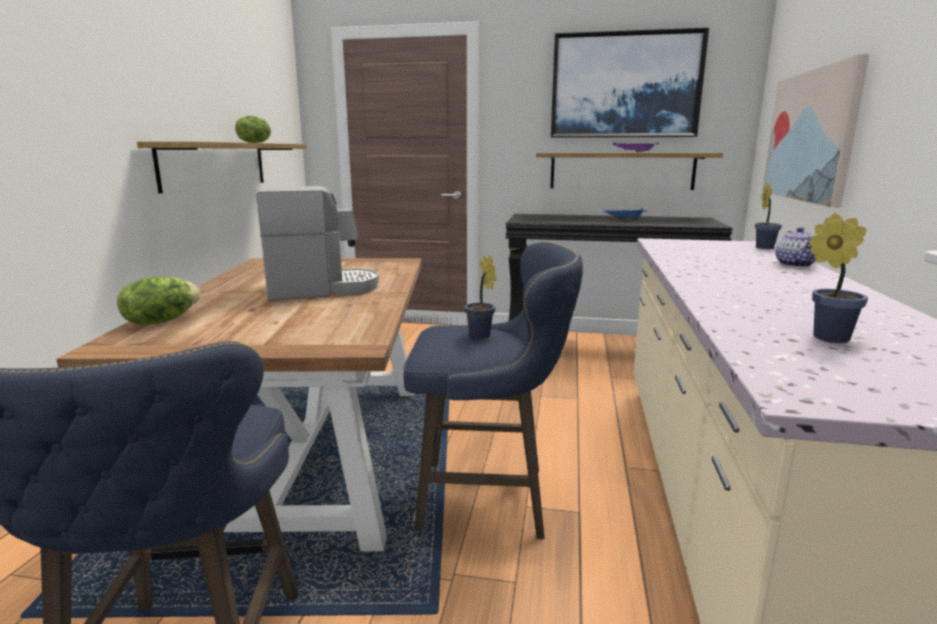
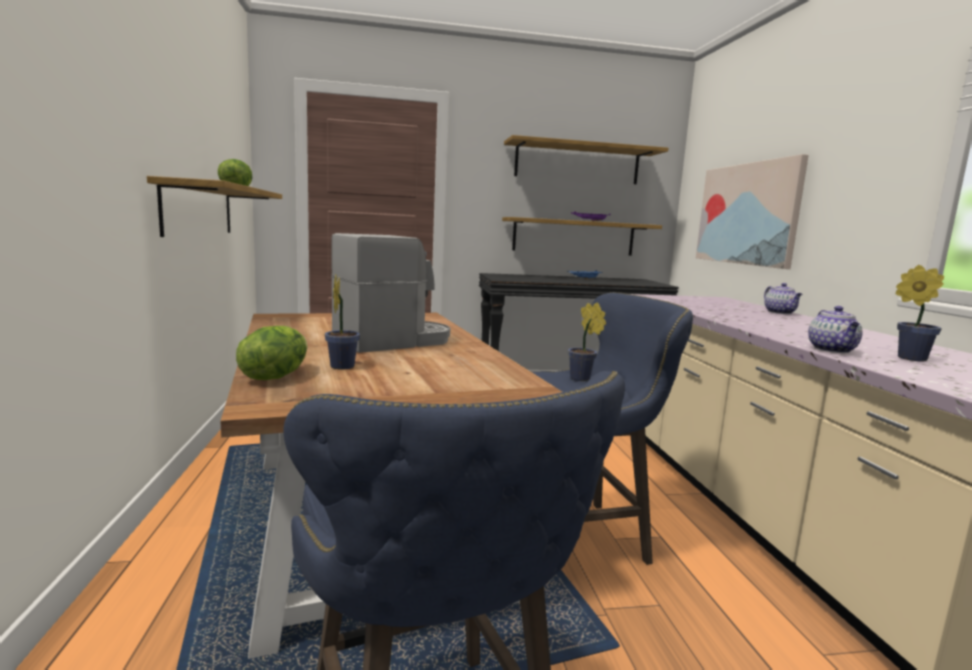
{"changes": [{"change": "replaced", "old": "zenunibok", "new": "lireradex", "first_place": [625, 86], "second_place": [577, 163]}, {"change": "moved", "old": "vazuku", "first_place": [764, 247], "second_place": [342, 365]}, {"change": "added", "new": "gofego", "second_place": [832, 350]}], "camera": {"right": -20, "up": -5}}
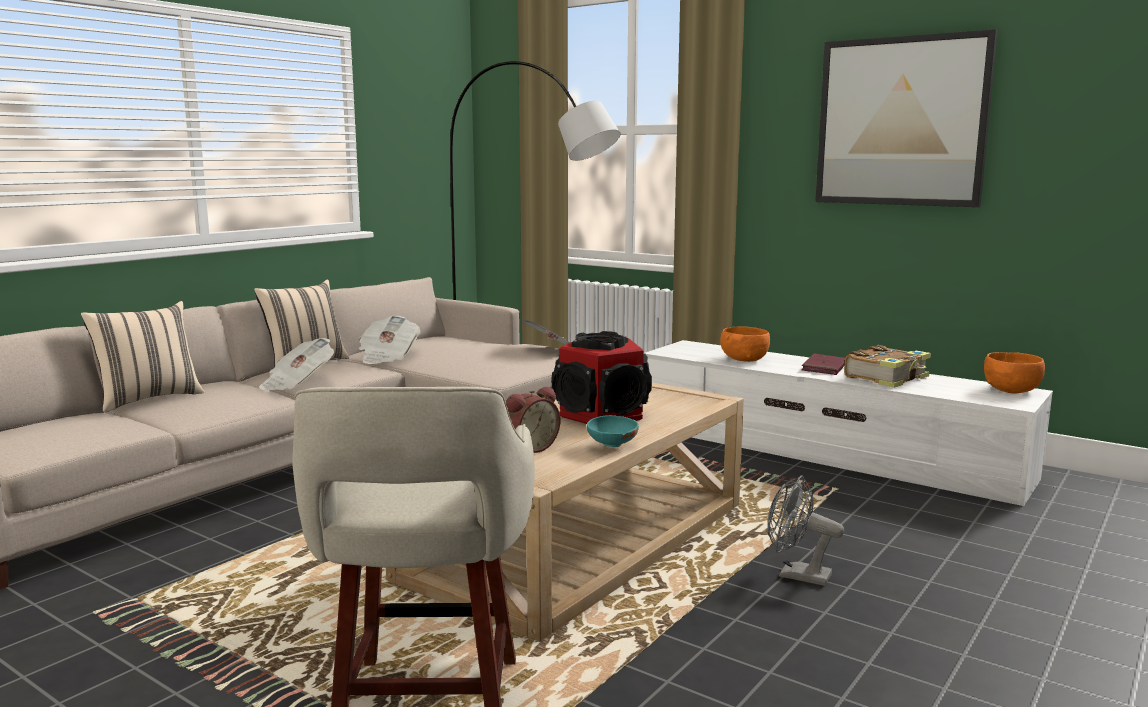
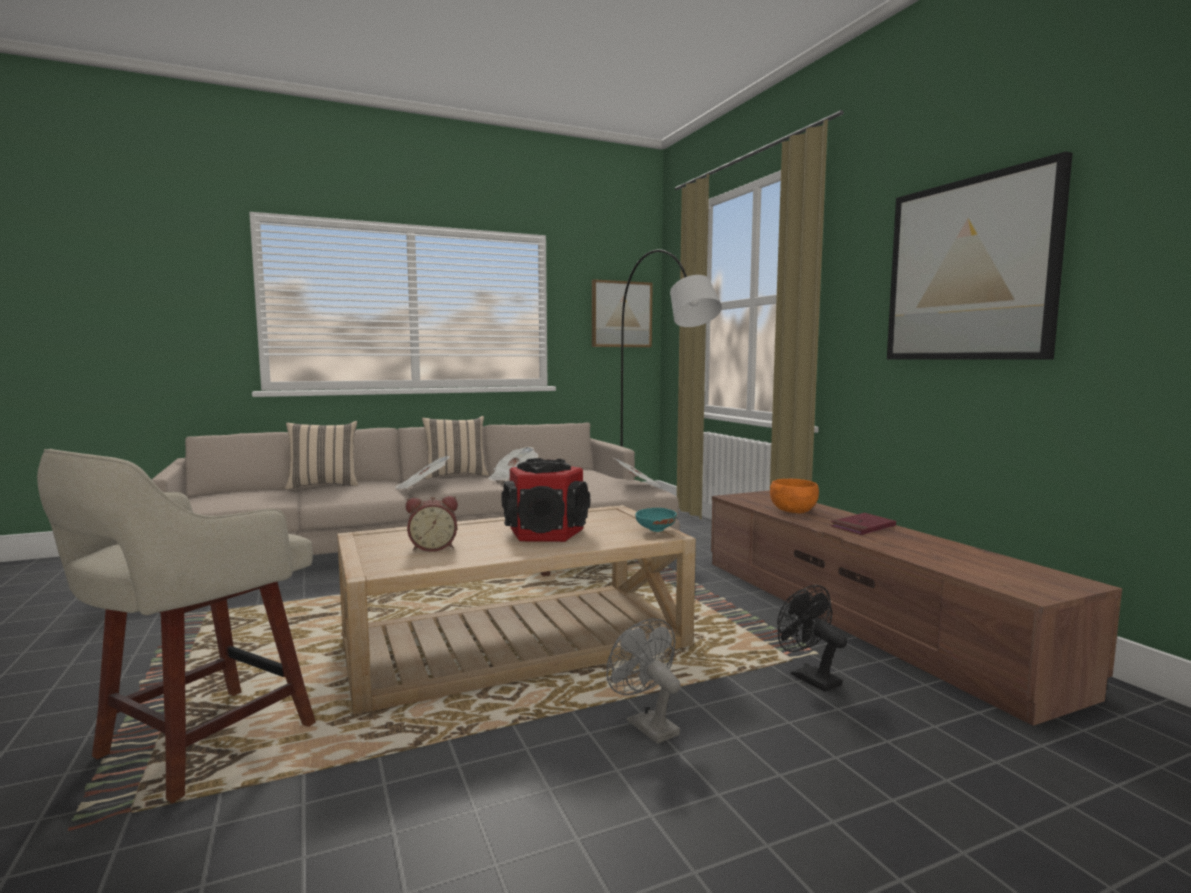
{"changes": [{"change": "moved", "old": "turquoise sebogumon", "first_place": [611, 445], "second_place": [655, 530]}, {"change": "recoloured", "old": "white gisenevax", "new": "brown gisenevax", "first_place": [827, 450], "second_place": [863, 615]}, {"change": "removed", "old": "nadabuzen", "first_place": [887, 378]}, {"change": "removed", "old": "orange sebogumon", "first_place": [1012, 390]}, {"change": "added", "new": "zenunibok", "second_place": [621, 314]}, {"change": "added", "new": "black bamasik", "second_place": [809, 677]}], "camera": {"right": 30, "up": -5}}
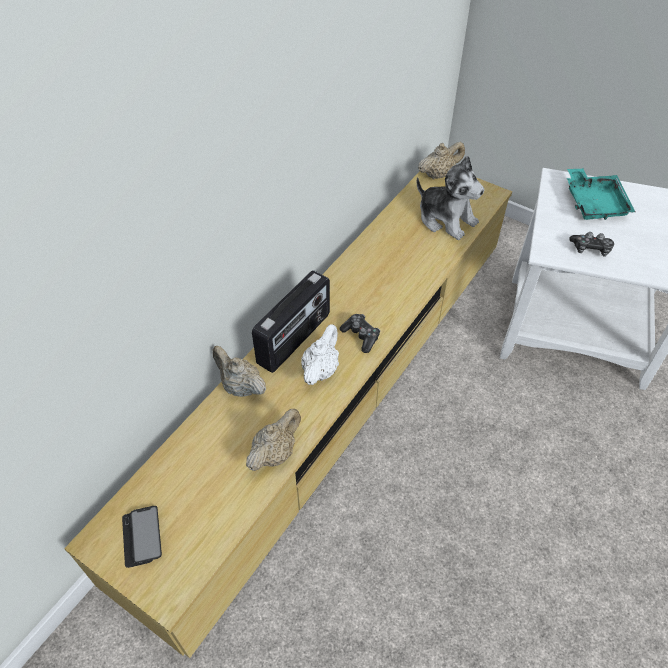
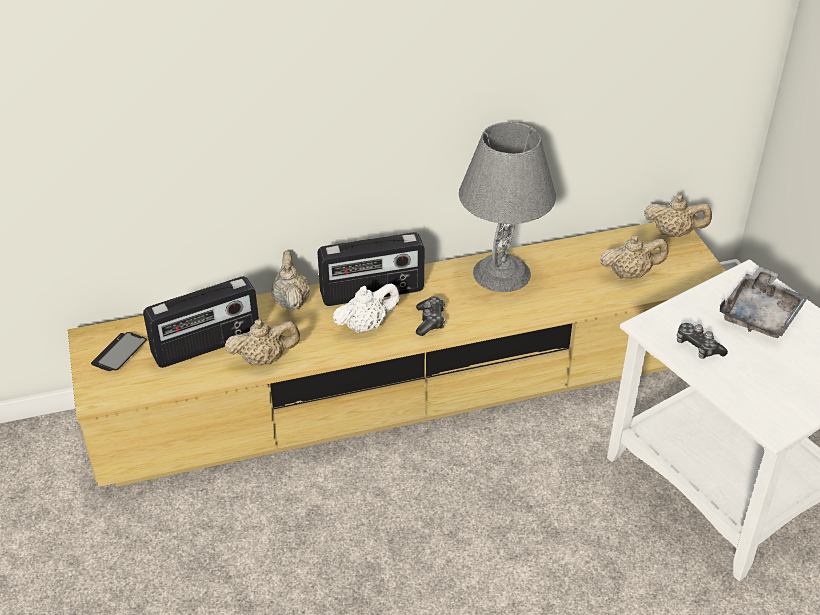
{"changes": [{"change": "replaced", "old": "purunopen", "new": "beige gofego", "first_place": [446, 219], "second_place": [630, 274]}, {"change": "recoloured", "old": "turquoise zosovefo", "new": "grey zosovefo", "first_place": [594, 203], "second_place": [761, 314]}, {"change": "added", "new": "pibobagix", "second_place": [207, 346]}, {"change": "added", "new": "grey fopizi", "second_place": [501, 273]}], "camera": {"right": 40, "up": -10}}
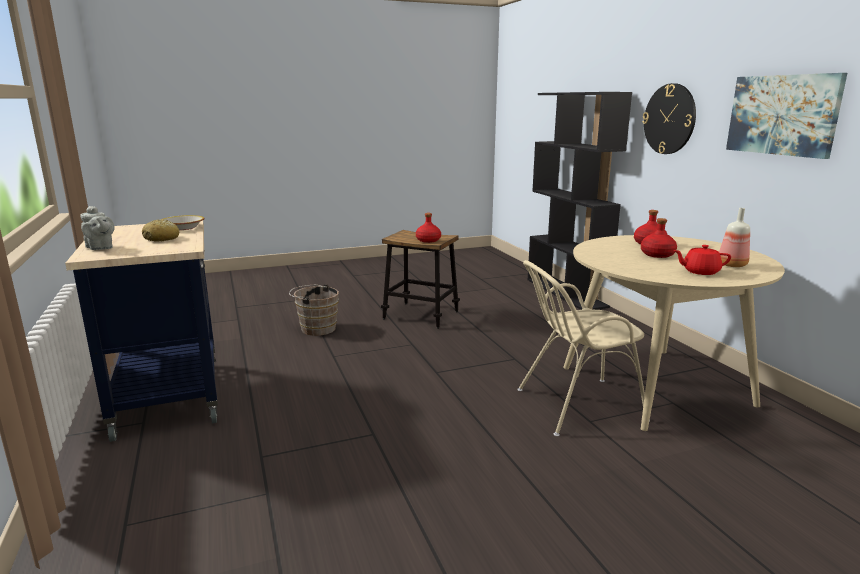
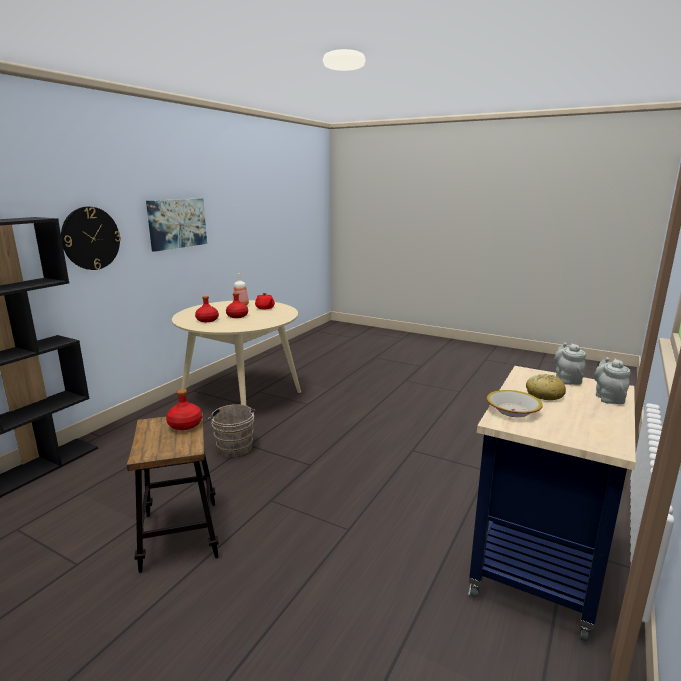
{"changes": [{"change": "moved", "old": "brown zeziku", "first_place": [316, 328], "second_place": [235, 450]}, {"change": "removed", "old": "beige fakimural", "first_place": [575, 405]}, {"change": "added", "new": "grey gofego", "second_place": [567, 379]}], "camera": {"right": -130, "up": 0}}
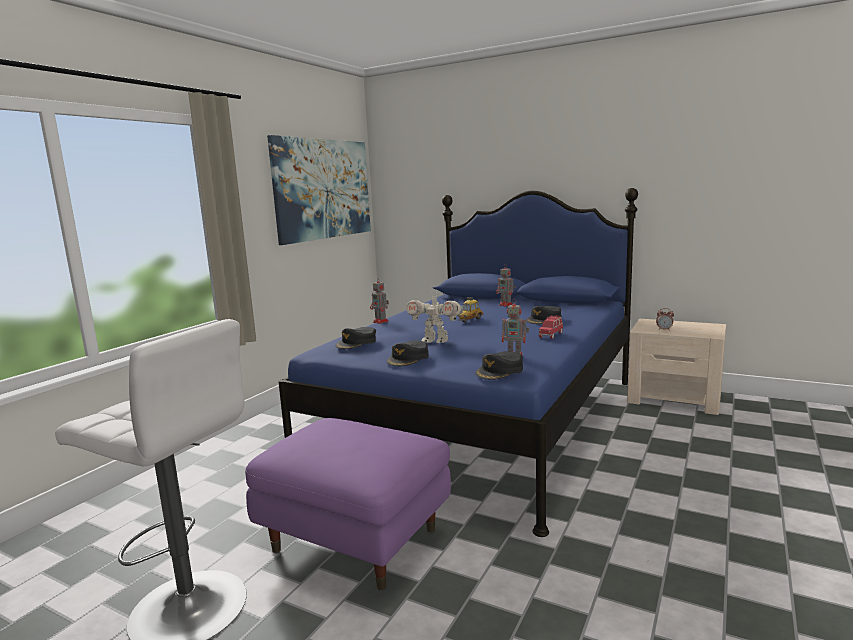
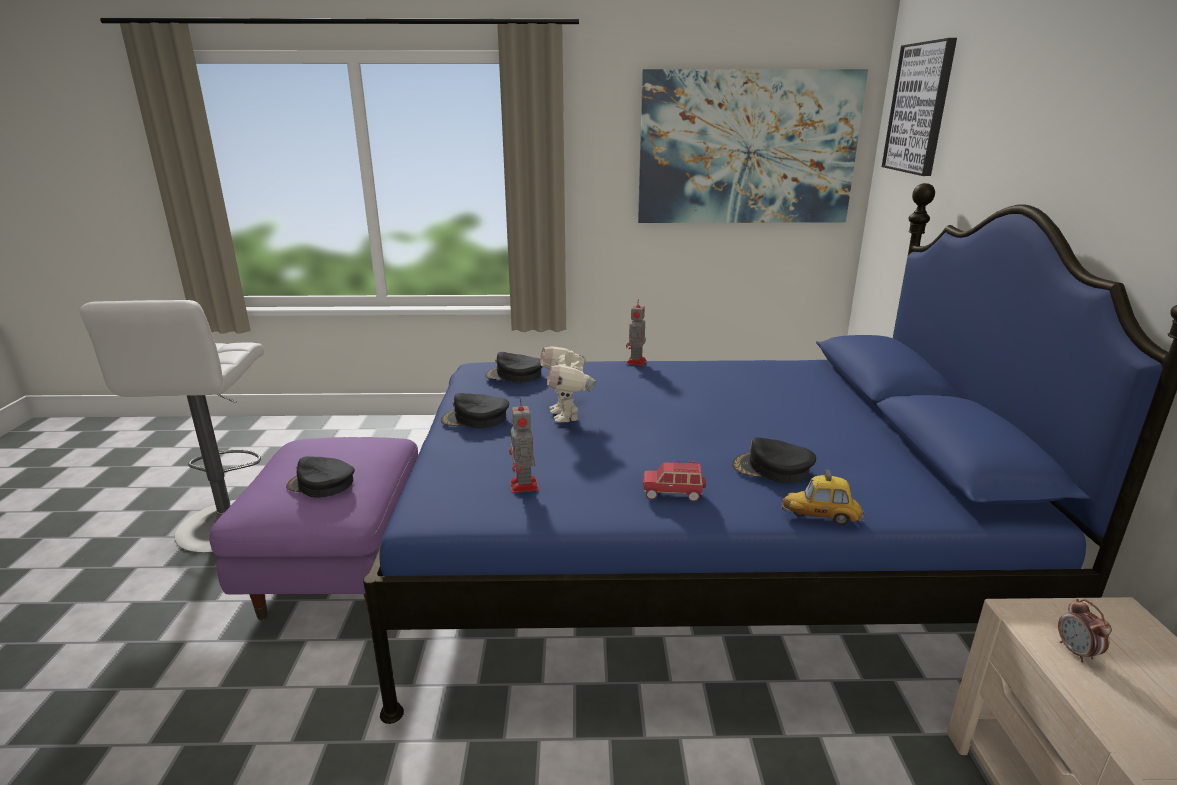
{"changes": [{"change": "moved", "old": "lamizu", "first_place": [470, 320], "second_place": [820, 517]}, {"change": "moved", "old": "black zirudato", "first_place": [500, 371], "second_place": [321, 484]}, {"change": "removed", "old": "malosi", "first_place": [506, 305]}, {"change": "added", "new": "zenunibok", "second_place": [919, 108]}], "camera": {"right": 60, "up": 10}}
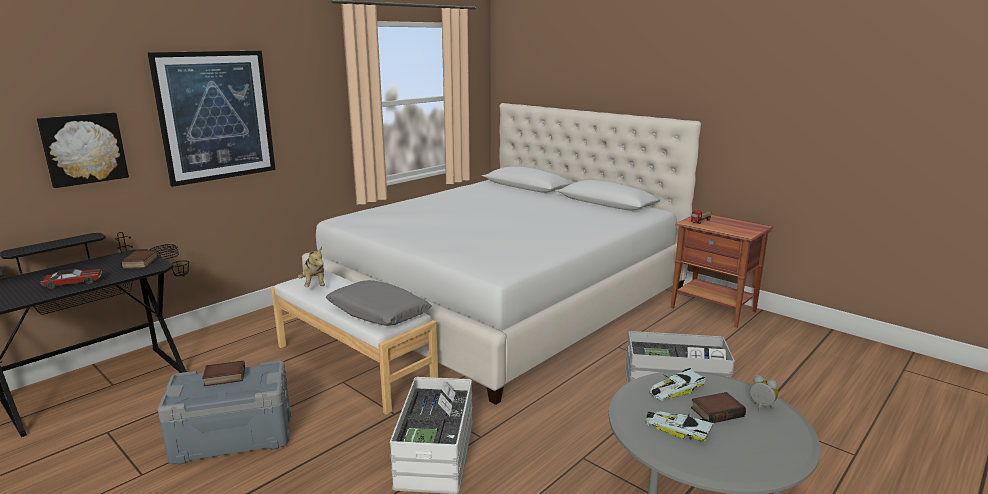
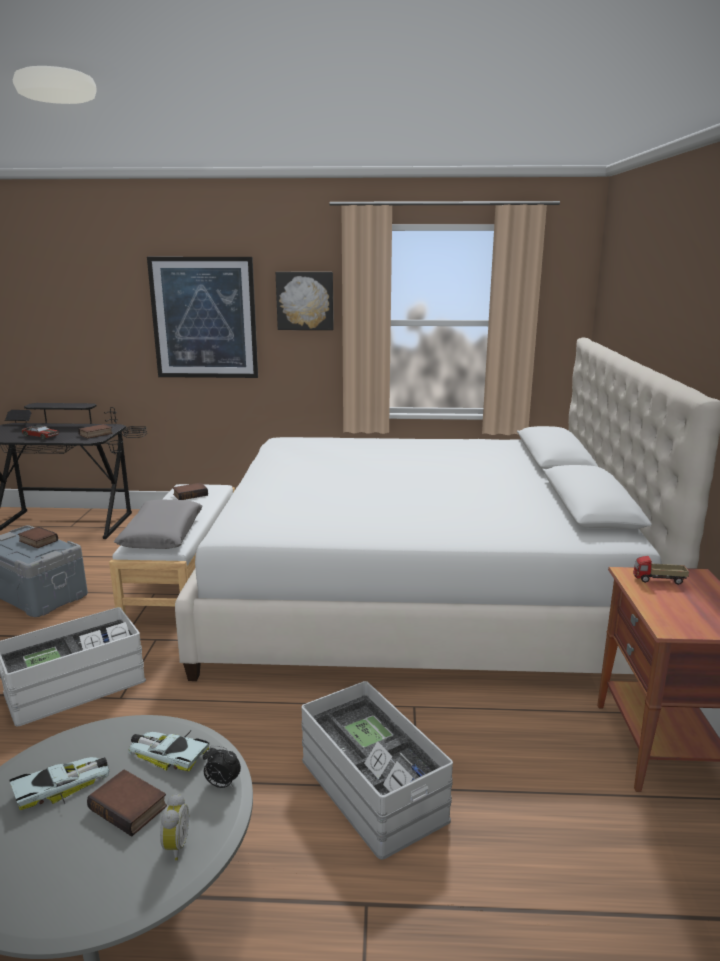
{"changes": [{"change": "moved", "old": "zenunibok", "first_place": [83, 149], "second_place": [305, 301]}, {"change": "replaced", "old": "purunopen", "new": "nadabuzen", "first_place": [314, 285], "second_place": [190, 494]}, {"change": "turned", "old": "lamizu", "first_place": [677, 428], "second_place": [63, 786], "degrees": 60}, {"change": "added", "new": "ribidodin", "second_place": [222, 784]}], "camera": {"right": 50, "up": 0}}
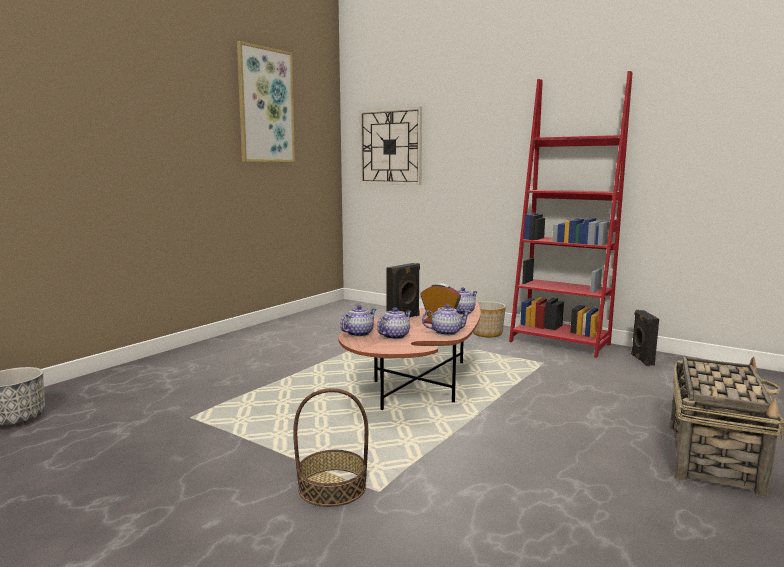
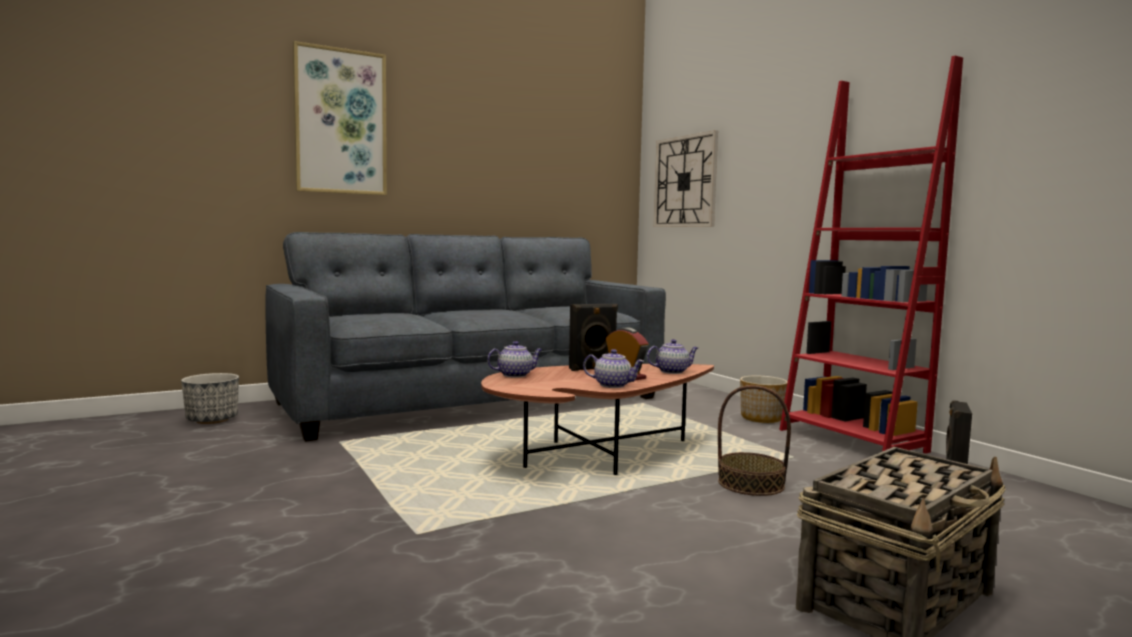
{"changes": [{"change": "moved", "old": "zenunibok", "first_place": [265, 105], "second_place": [340, 122]}, {"change": "moved", "old": "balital", "first_place": [332, 487], "second_place": [751, 484]}, {"change": "removed", "old": "gofego", "first_place": [394, 336]}, {"change": "added", "new": "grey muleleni", "second_place": [473, 400]}], "camera": {"right": 25, "up": -5}}
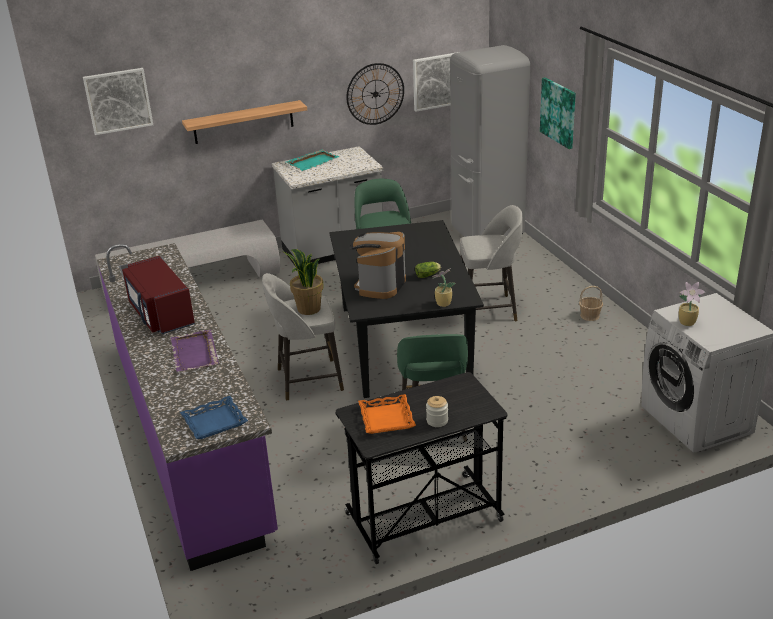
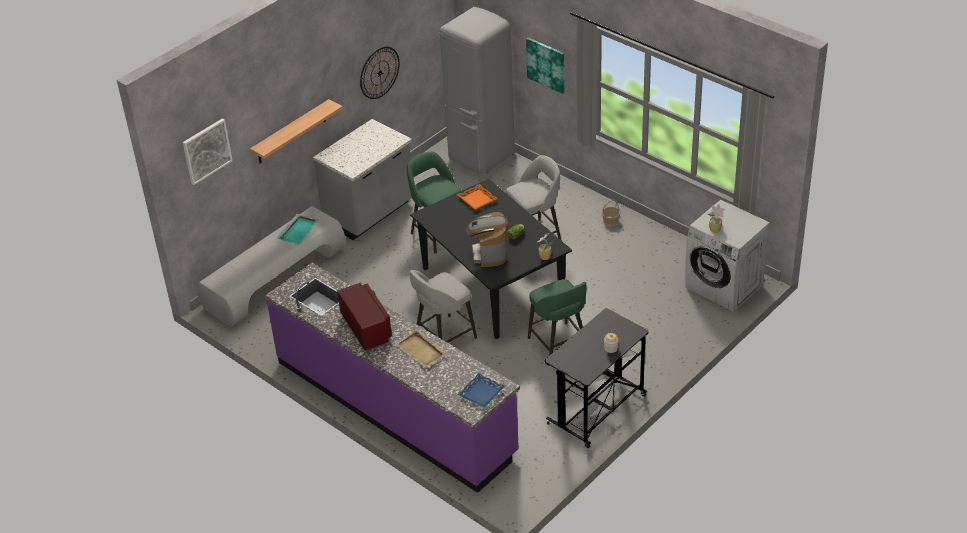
{"changes": [{"change": "turned", "old": "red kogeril", "first_place": [160, 314], "second_place": [366, 328], "degrees": -150}, {"change": "recoloured", "old": "purple zosovefo", "new": "beige zosovefo", "first_place": [194, 353], "second_place": [421, 350]}, {"change": "removed", "old": "vazuku", "first_place": [308, 309]}, {"change": "moved", "old": "turquoise zosovefo", "first_place": [313, 162], "second_place": [298, 230]}, {"change": "moved", "old": "orange zosovefo", "first_place": [386, 418], "second_place": [477, 199]}, {"change": "removed", "old": "zenunibok", "first_place": [437, 81]}], "camera": {"right": -25, "up": 10}}
